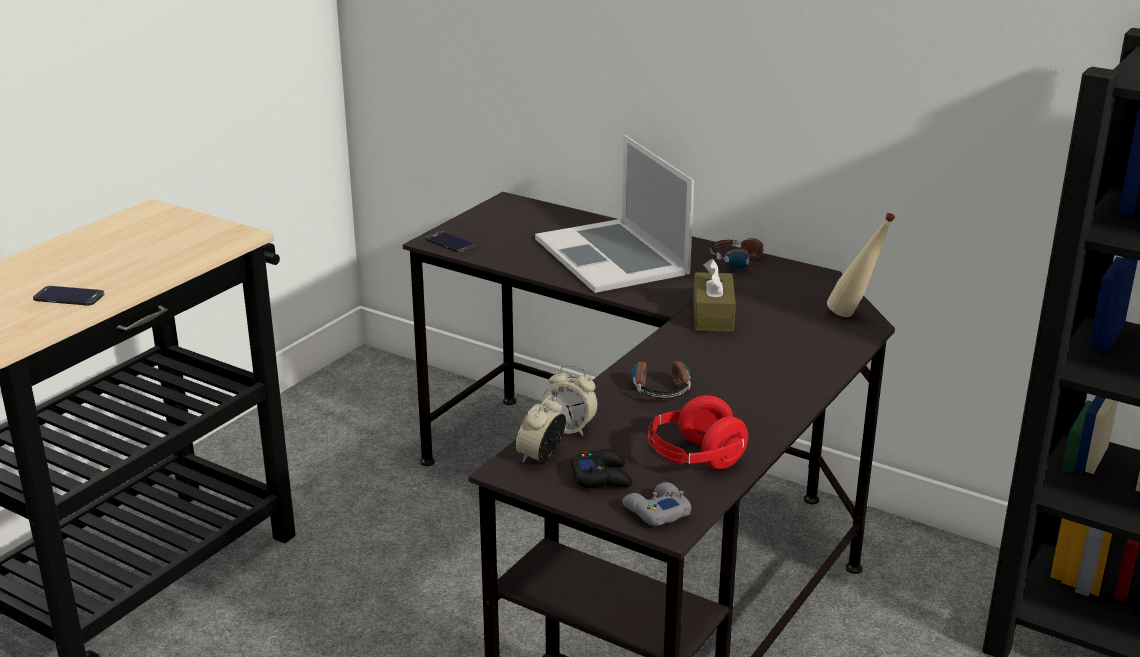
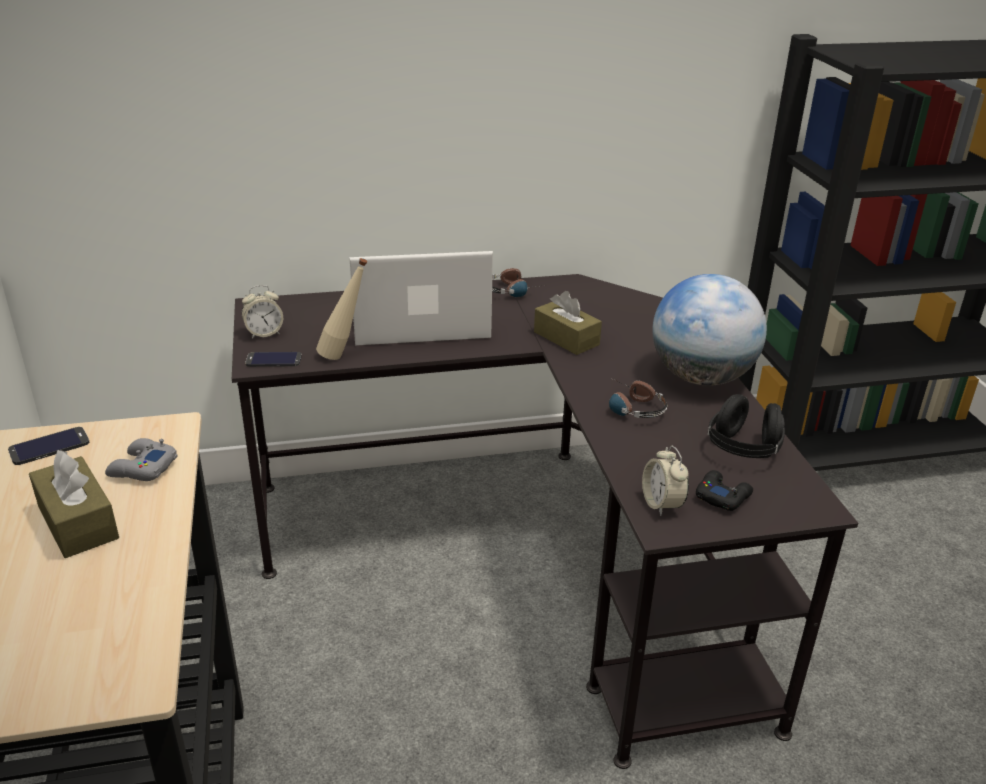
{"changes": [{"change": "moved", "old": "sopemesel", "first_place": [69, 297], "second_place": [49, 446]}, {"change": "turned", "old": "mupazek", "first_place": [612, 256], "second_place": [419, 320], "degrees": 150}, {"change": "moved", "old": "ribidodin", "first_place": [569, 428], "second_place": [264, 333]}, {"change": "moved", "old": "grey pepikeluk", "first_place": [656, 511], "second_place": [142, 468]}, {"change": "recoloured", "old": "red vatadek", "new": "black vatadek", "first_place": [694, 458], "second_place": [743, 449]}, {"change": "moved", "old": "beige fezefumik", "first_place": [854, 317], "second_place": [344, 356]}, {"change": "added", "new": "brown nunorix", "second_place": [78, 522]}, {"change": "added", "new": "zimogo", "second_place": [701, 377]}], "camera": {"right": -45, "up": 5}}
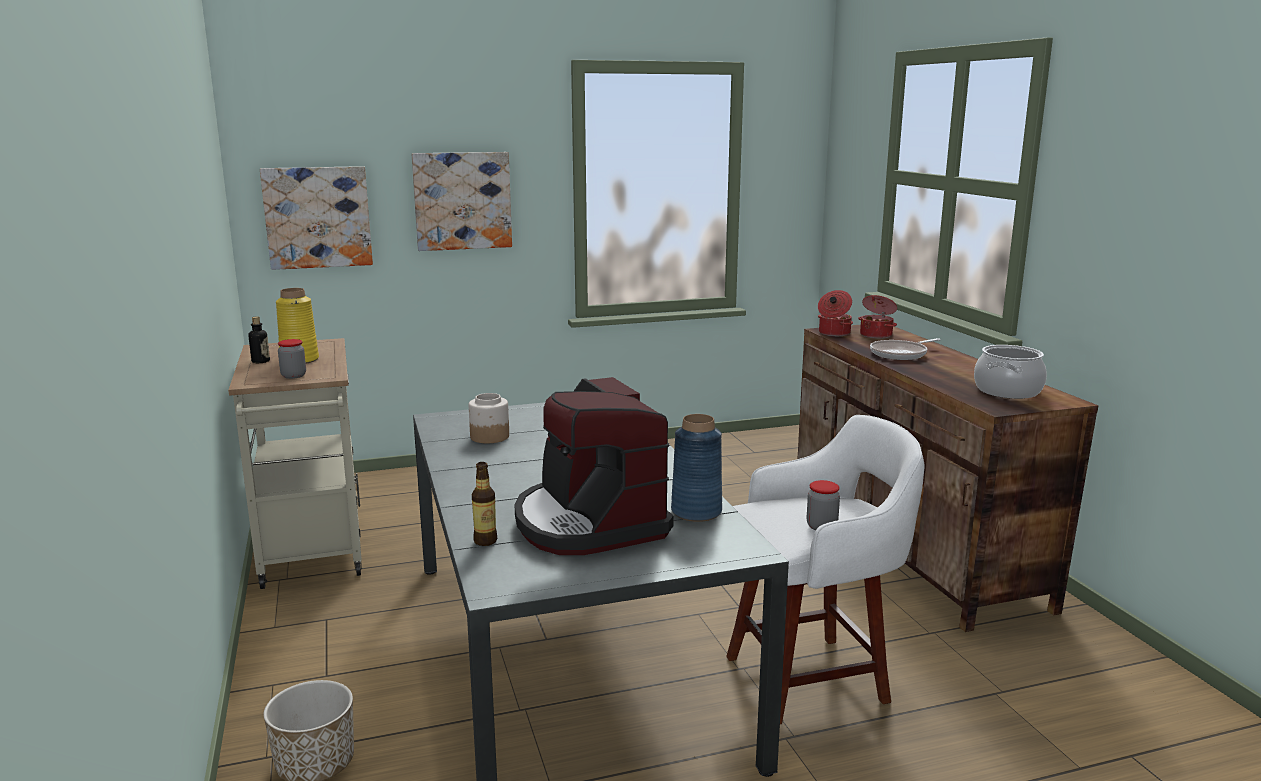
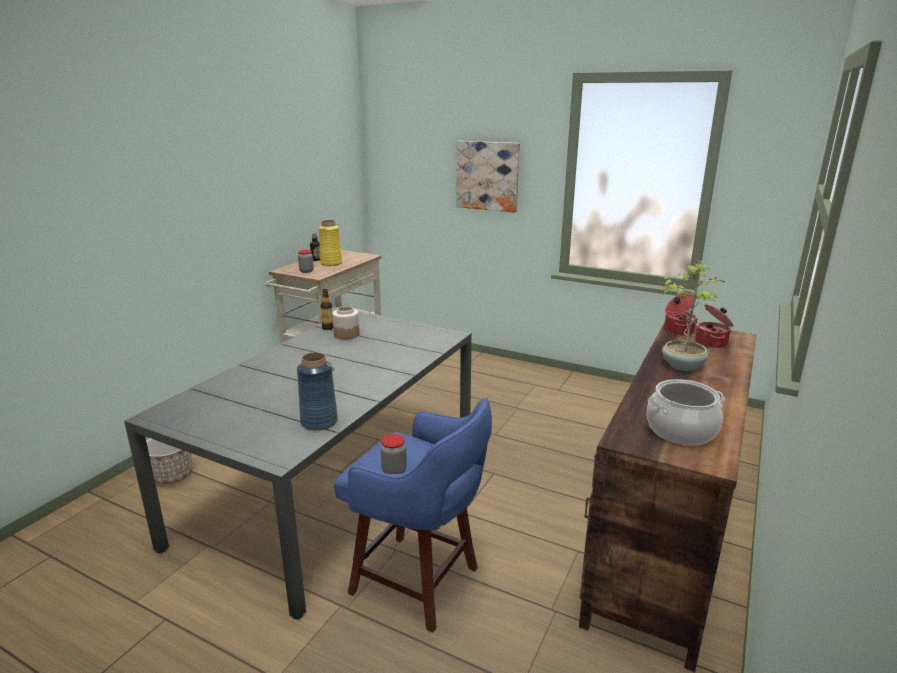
{"changes": [{"change": "removed", "old": "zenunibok", "first_place": [317, 217]}, {"change": "moved", "old": "fezefumik", "first_place": [485, 541], "second_place": [328, 328]}, {"change": "removed", "old": "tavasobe", "first_place": [589, 522]}, {"change": "recoloured", "old": "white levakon", "new": "blue levakon", "first_place": [813, 679], "second_place": [419, 583]}, {"change": "replaced", "old": "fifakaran", "new": "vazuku", "first_place": [901, 354], "second_place": [683, 365]}], "camera": {"right": 45, "up": 5}}
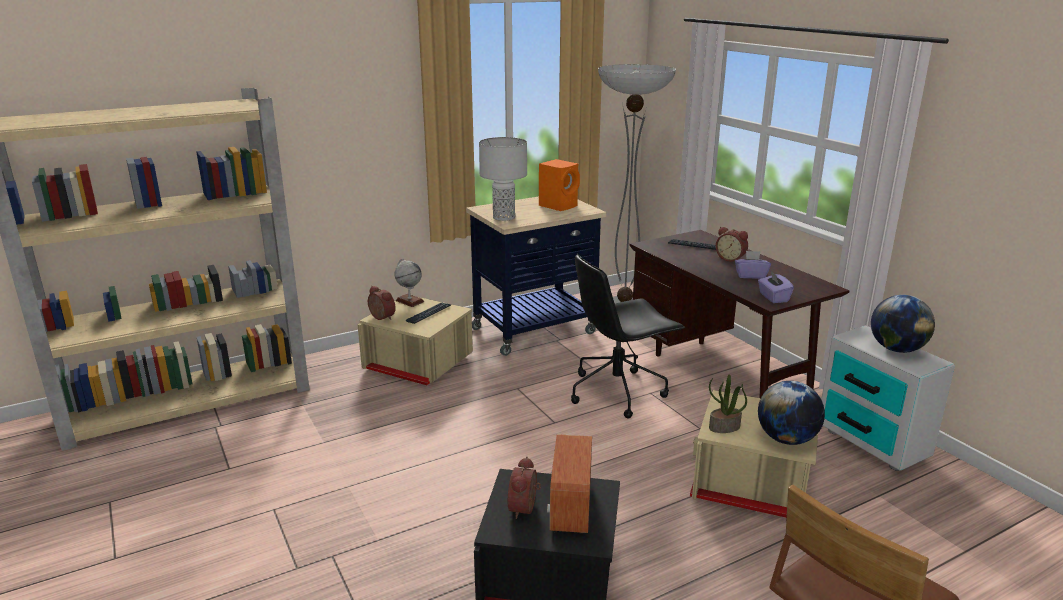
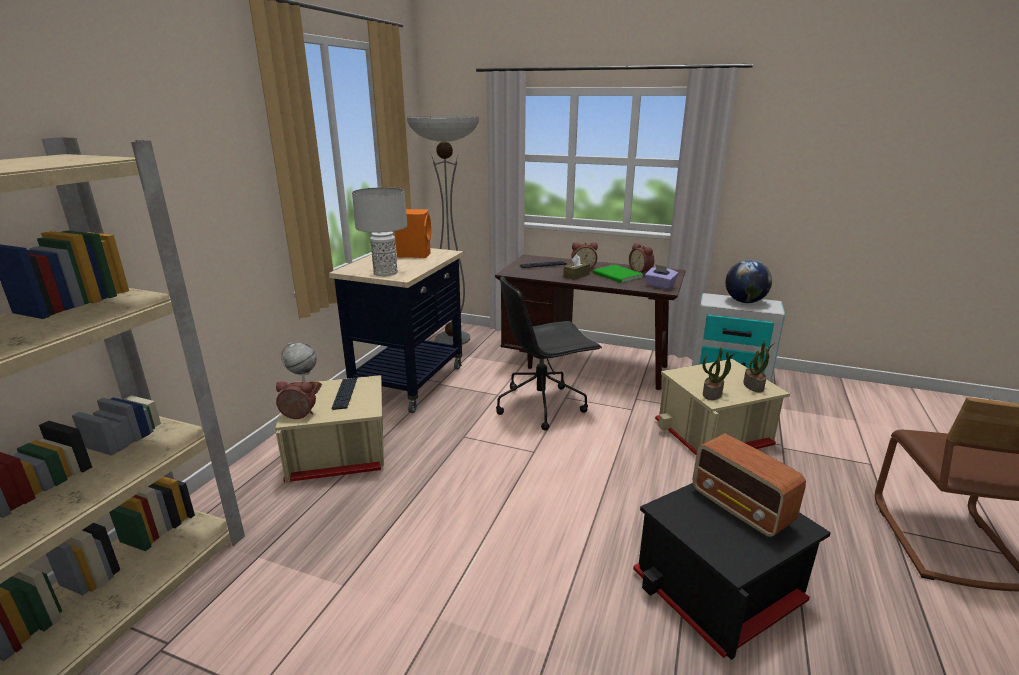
{"changes": [{"change": "moved", "old": "ribidodin", "first_place": [525, 508], "second_place": [641, 271]}, {"change": "turned", "old": "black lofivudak", "first_place": [620, 391], "second_place": [544, 405], "degrees": 45}, {"change": "replaced", "old": "purple nunorix", "new": "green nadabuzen", "first_place": [750, 275], "second_place": [617, 276]}, {"change": "replaced", "old": "zimogo", "new": "vazuku", "first_place": [787, 439], "second_place": [754, 386]}, {"change": "added", "new": "brown nunorix", "second_place": [576, 275]}], "camera": {"right": -40, "up": 0}}
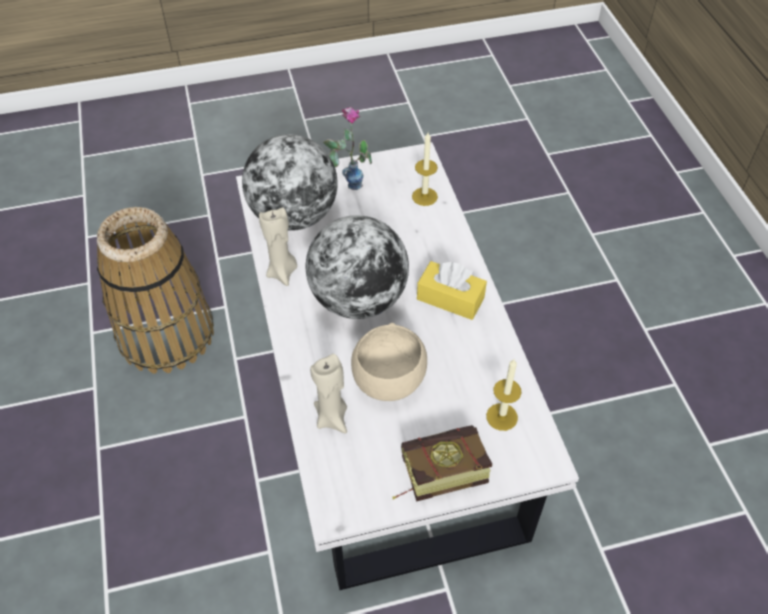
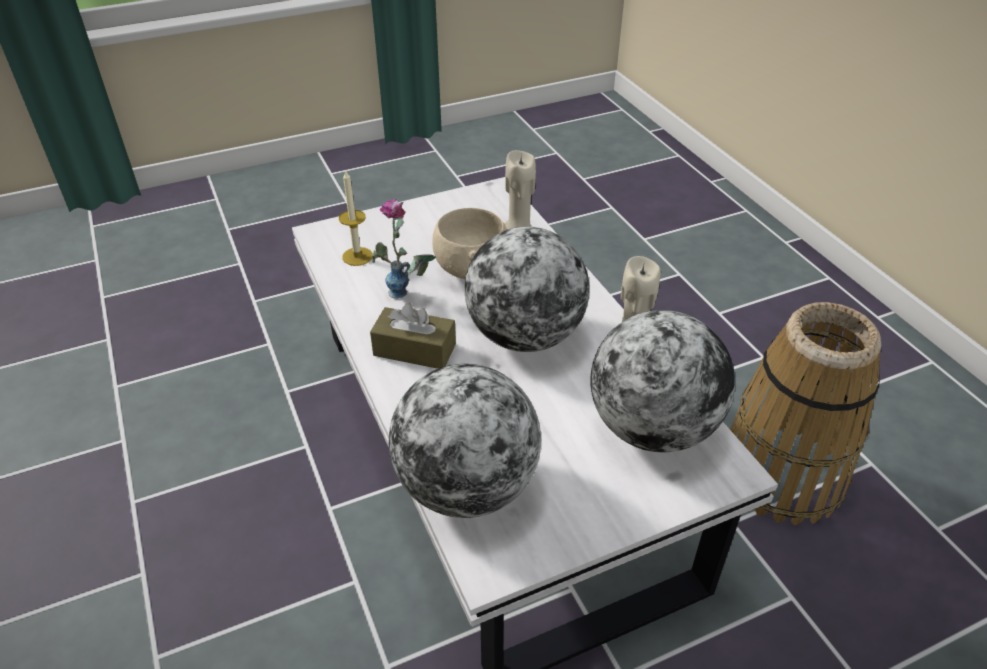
{"changes": [{"change": "moved", "old": "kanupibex", "first_place": [348, 180], "second_place": [407, 298]}, {"change": "removed", "old": "nadabuzen", "first_place": [435, 475]}, {"change": "replaced", "old": "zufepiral", "new": "zimogo", "first_place": [424, 196], "second_place": [467, 487]}, {"change": "recoloured", "old": "yellow nunorix", "new": "brown nunorix", "first_place": [450, 298], "second_place": [414, 350]}], "camera": {"right": 170, "up": -10}}
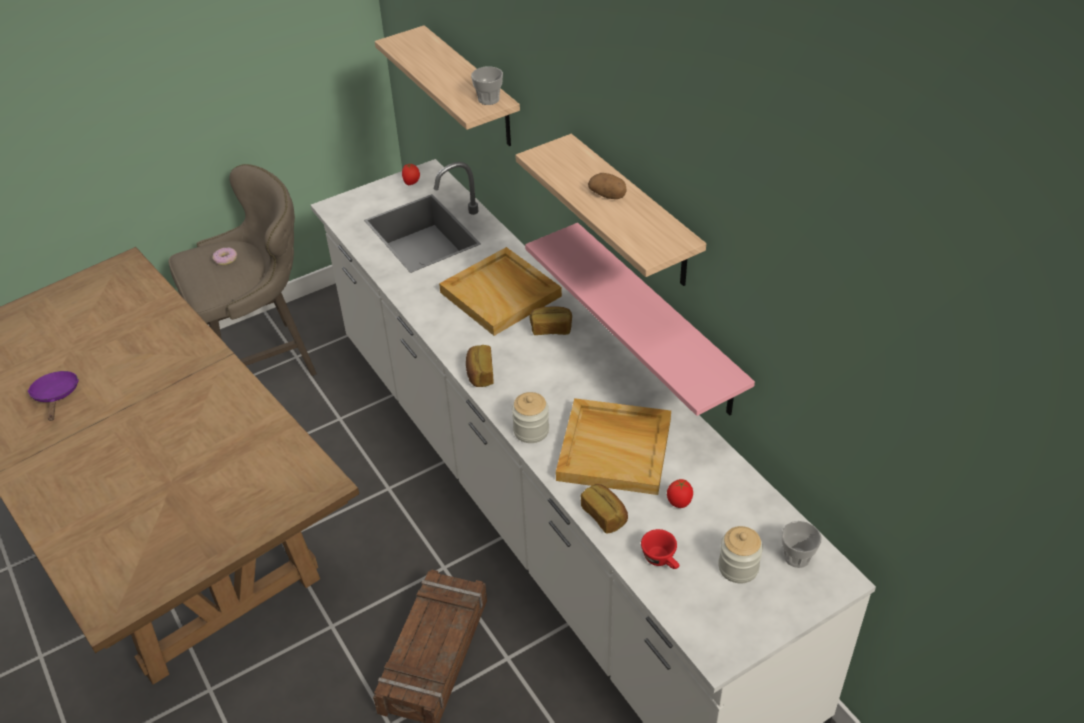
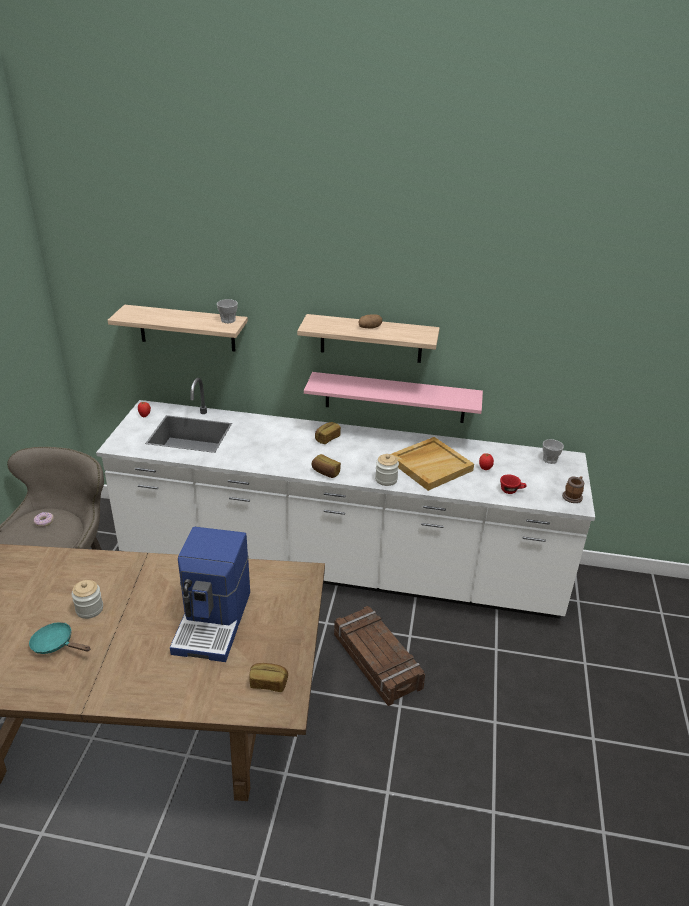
{"changes": [{"change": "recoloured", "old": "purple fifakaran", "new": "turquoise fifakaran", "first_place": [56, 396], "second_place": [56, 644]}, {"change": "removed", "old": "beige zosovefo", "first_place": [502, 294]}, {"change": "moved", "old": "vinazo", "first_place": [605, 515], "second_place": [268, 682]}, {"change": "moved", "old": "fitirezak", "first_place": [738, 567], "second_place": [89, 609]}, {"change": "added", "new": "tavasobe", "second_place": [214, 621]}, {"change": "added", "new": "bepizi", "second_place": [573, 496]}], "camera": {"right": -50, "up": -10}}
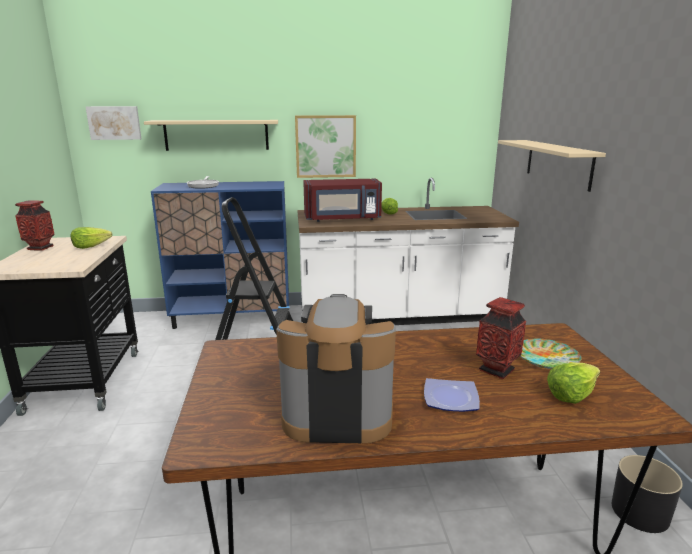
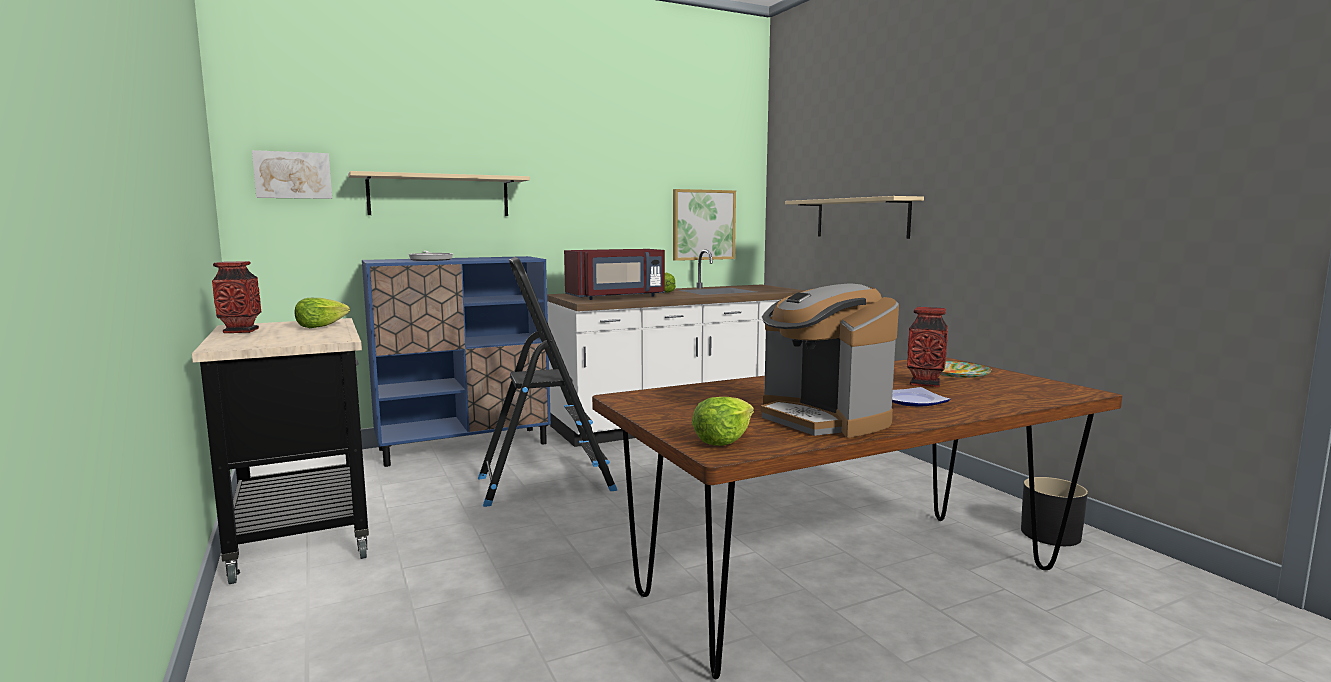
{"changes": [{"change": "turned", "old": "tavasobe", "first_place": [337, 413], "second_place": [823, 419], "degrees": -105}, {"change": "moved", "old": "zenunibok", "first_place": [325, 146], "second_place": [703, 225]}, {"change": "moved", "old": "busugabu", "first_place": [571, 394], "second_place": [723, 439]}], "camera": {"right": -20, "up": -10}}
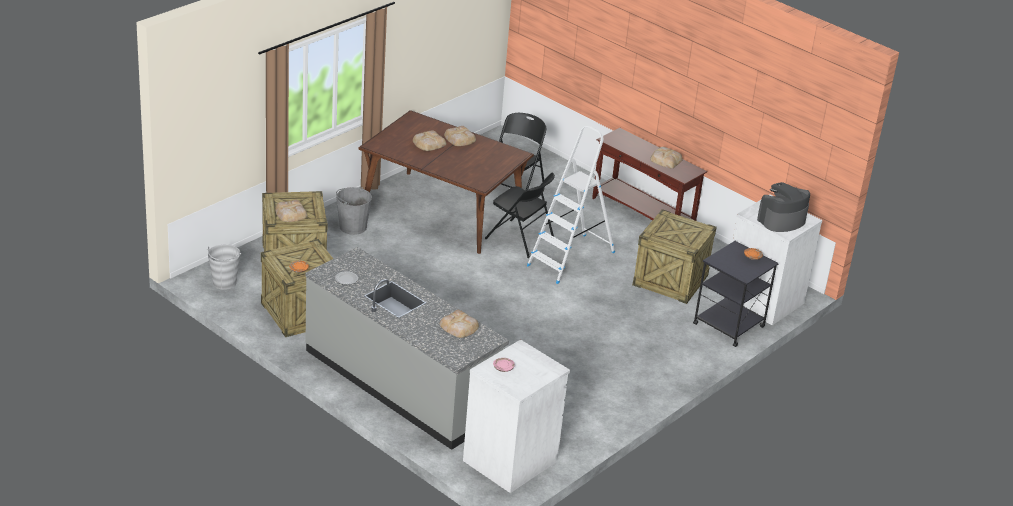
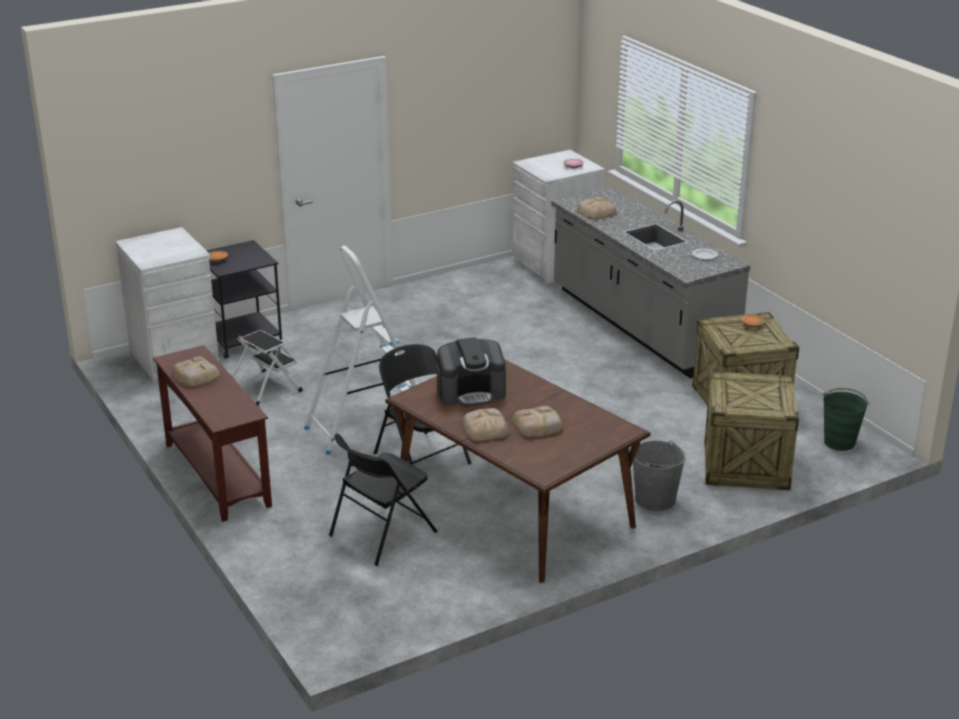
{"changes": [{"change": "recoloured", "old": "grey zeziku", "new": "green zeziku", "first_place": [224, 283], "second_place": [839, 442]}, {"change": "removed", "old": "vinazo", "first_place": [291, 214]}, {"change": "replaced", "old": "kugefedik", "new": "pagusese", "first_place": [670, 280], "second_place": [262, 390]}, {"change": "moved", "old": "tavasobe", "first_place": [781, 220], "second_place": [471, 392]}], "camera": {"right": -160, "up": -5}}
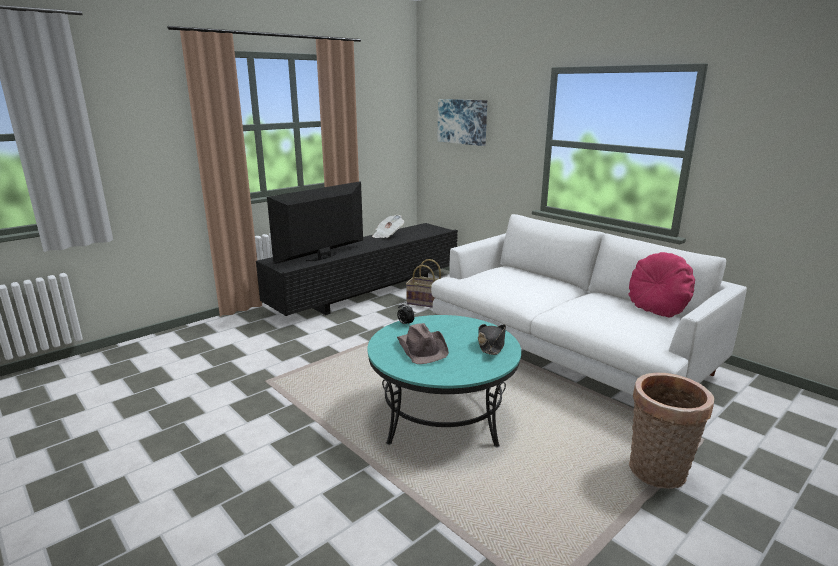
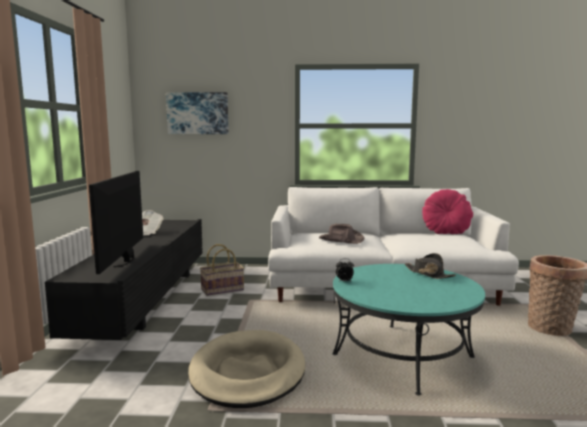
{"changes": [{"change": "moved", "old": "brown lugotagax", "first_place": [422, 348], "second_place": [341, 239]}, {"change": "added", "new": "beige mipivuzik", "second_place": [247, 373]}], "camera": {"right": -45, "up": -10}}
